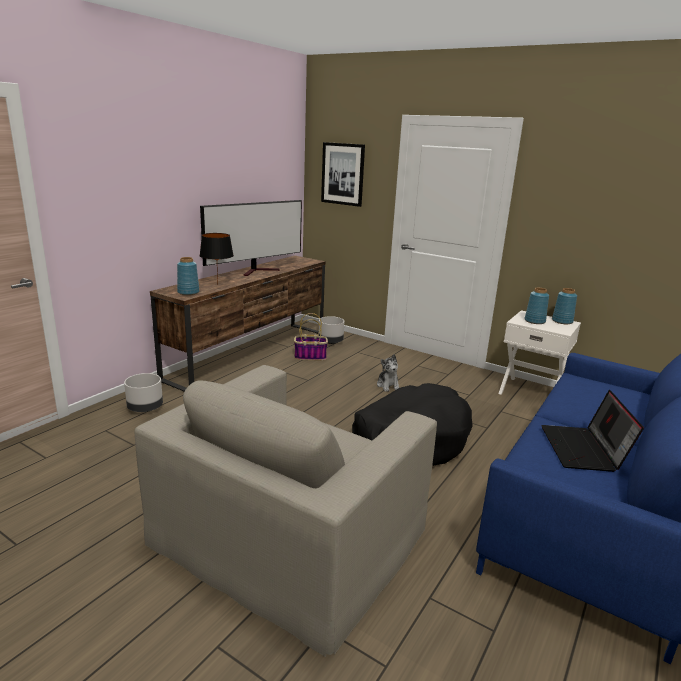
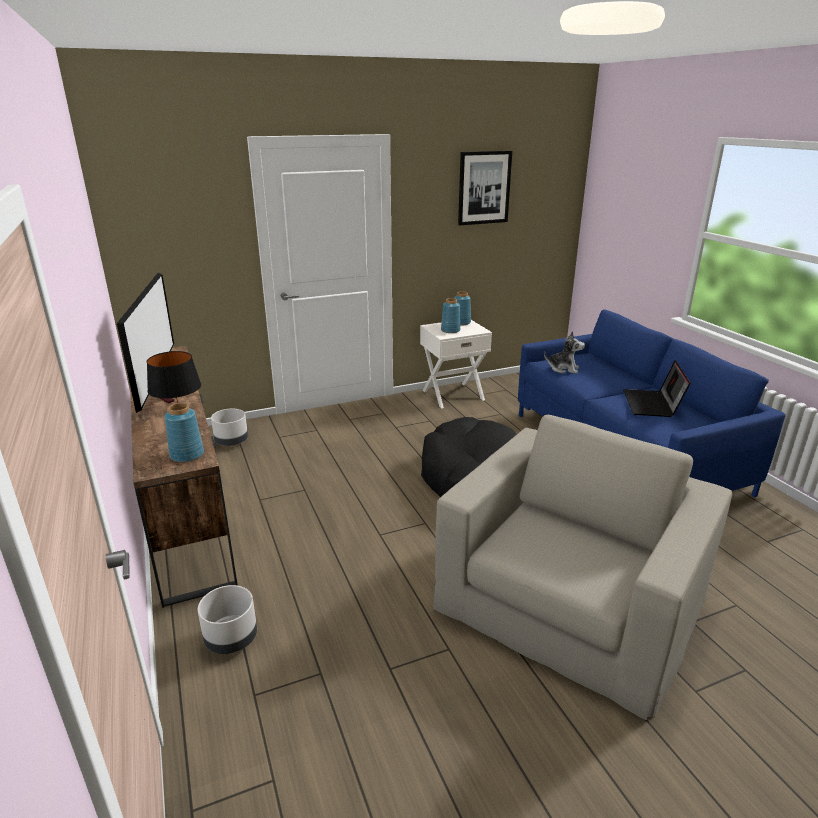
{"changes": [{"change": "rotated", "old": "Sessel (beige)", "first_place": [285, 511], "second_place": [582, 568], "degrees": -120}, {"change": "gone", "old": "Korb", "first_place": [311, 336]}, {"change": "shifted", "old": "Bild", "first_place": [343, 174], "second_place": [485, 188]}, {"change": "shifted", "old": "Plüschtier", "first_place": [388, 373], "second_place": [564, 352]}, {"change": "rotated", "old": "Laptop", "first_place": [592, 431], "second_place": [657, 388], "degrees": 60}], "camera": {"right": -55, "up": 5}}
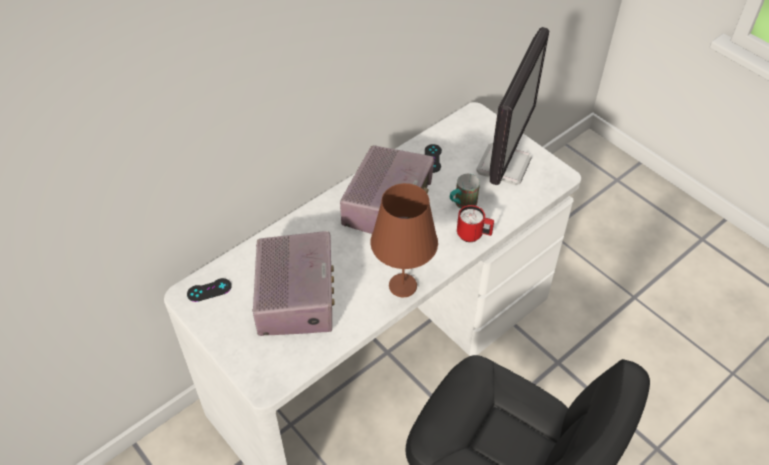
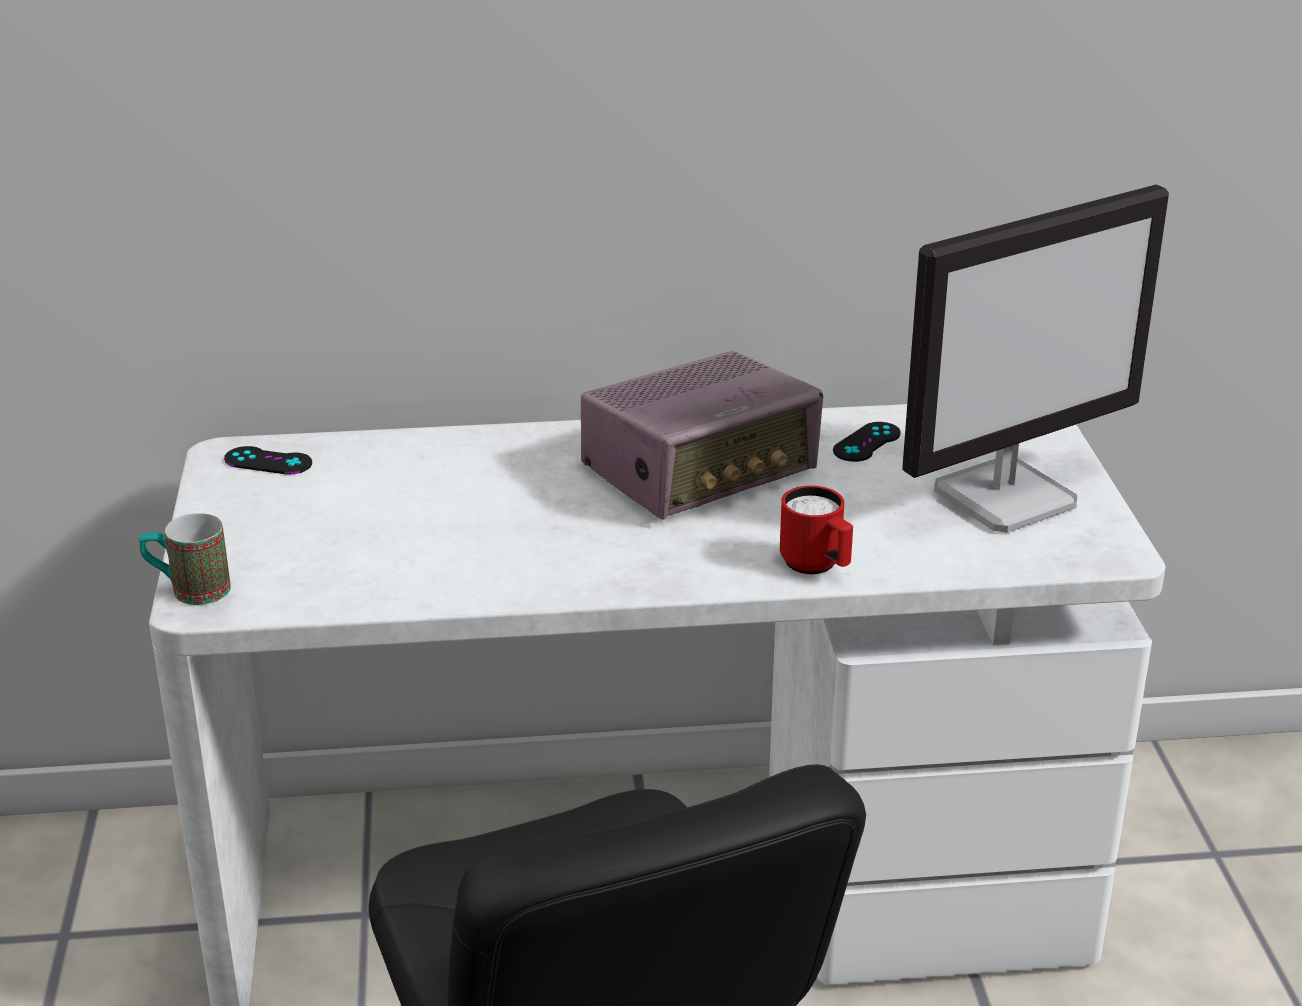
{"changes": [{"change": "gone", "old": "Radio", "first_place": [293, 283]}, {"change": "gone", "old": "Tischlampe (braun)", "first_place": [404, 240]}, {"change": "shifted", "old": "Henkelbecher", "first_place": [465, 191], "second_place": [185, 559]}], "camera": {"right": 35, "up": -20}}
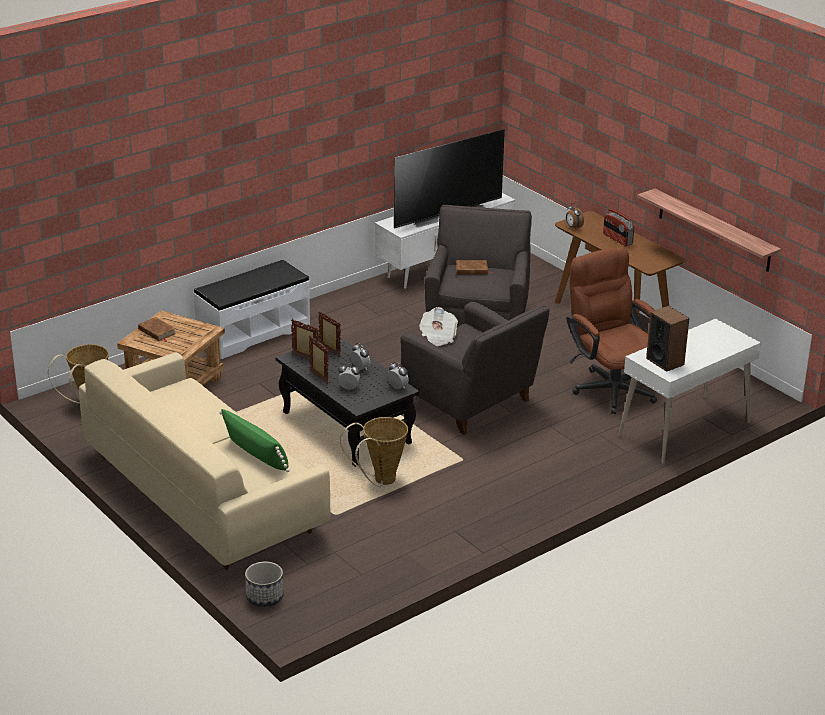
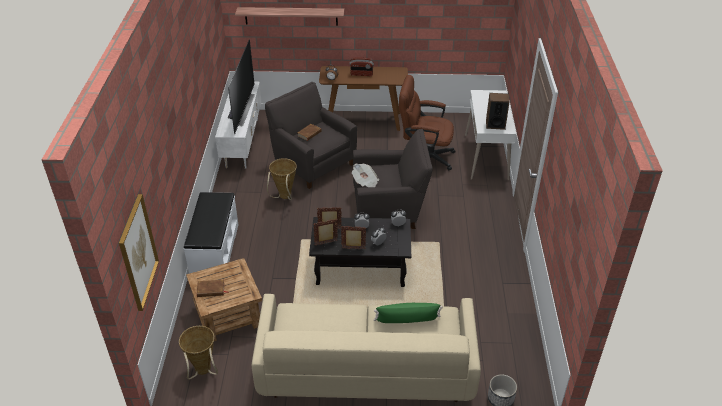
{"changes": [{"change": "shifted", "old": "Korb", "first_place": [374, 452], "second_place": [282, 179]}, {"change": "shifted", "old": "Wandregal", "first_place": [709, 230], "second_place": [289, 16]}, {"change": "new", "new": "Bild", "second_place": [139, 252]}], "camera": {"right": -50, "up": 10}}
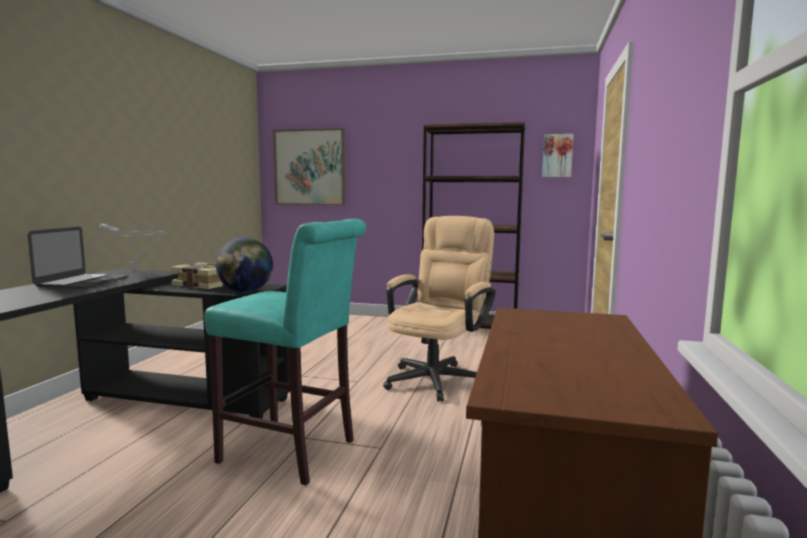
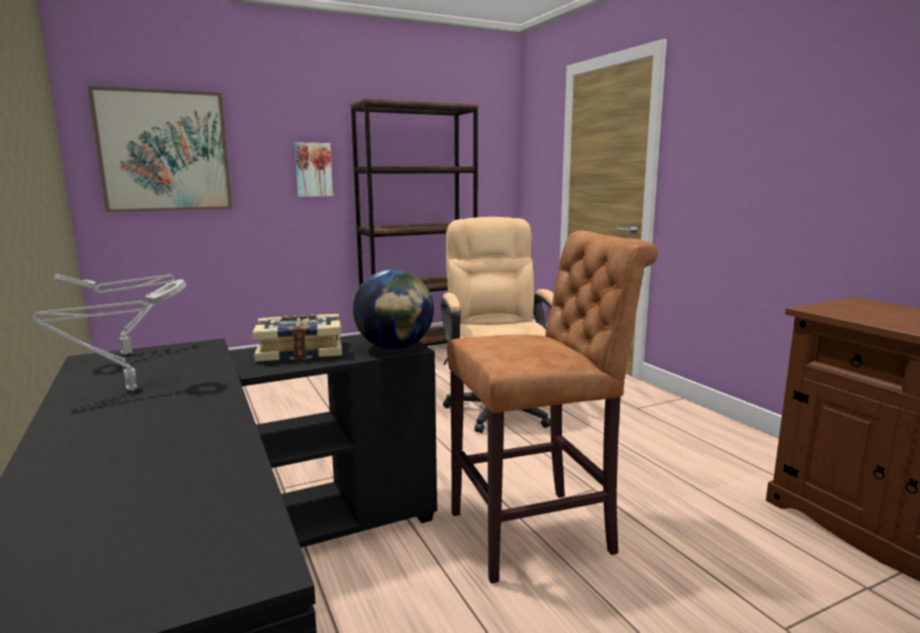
{"changes": [{"change": "swapped", "old": "Laptop", "new": "Tischlampe (grau)", "first_place": [78, 257], "second_place": [109, 335]}, {"change": "repainted", "old": "Hocker (türkis)", "new": "Hocker (braun)", "first_place": [285, 352], "second_place": [552, 407]}, {"change": "shifted", "old": "Bild", "first_place": [558, 155], "second_place": [313, 169]}], "camera": {"right": -40, "up": 5}}
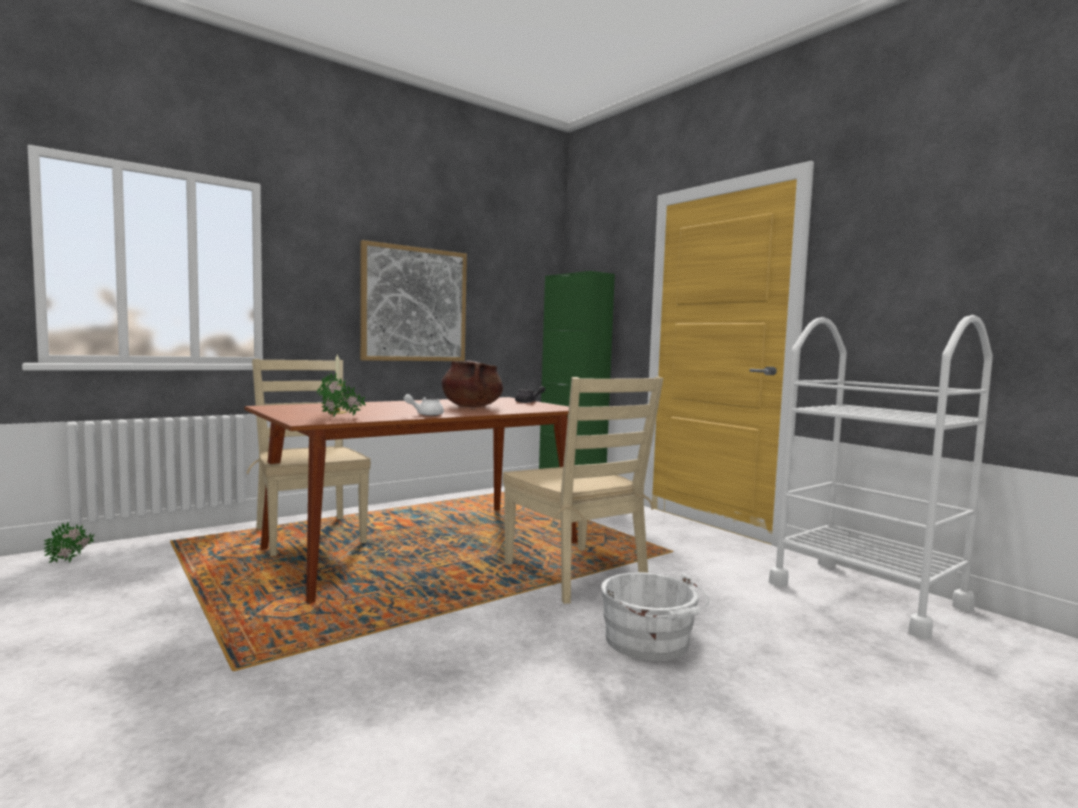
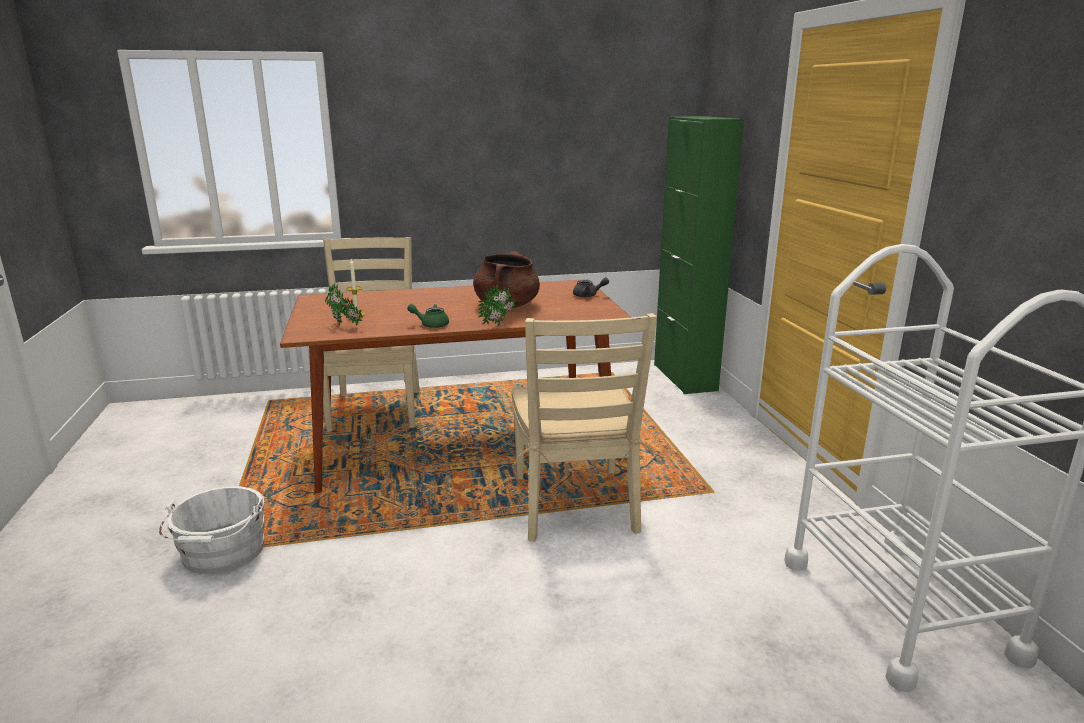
{"changes": [{"change": "shifted", "old": "Topfpflanze", "first_place": [69, 543], "second_place": [497, 305]}, {"change": "gone", "old": "Bild", "first_place": [413, 300]}, {"change": "repainted", "old": "Teekanne (weiß)", "new": "Teekanne (grün)", "first_place": [423, 405], "second_place": [428, 316]}, {"change": "shifted", "old": "Eimer (weiß)", "first_place": [655, 616], "second_place": [212, 530]}], "camera": {"right": 25, "up": 15}}
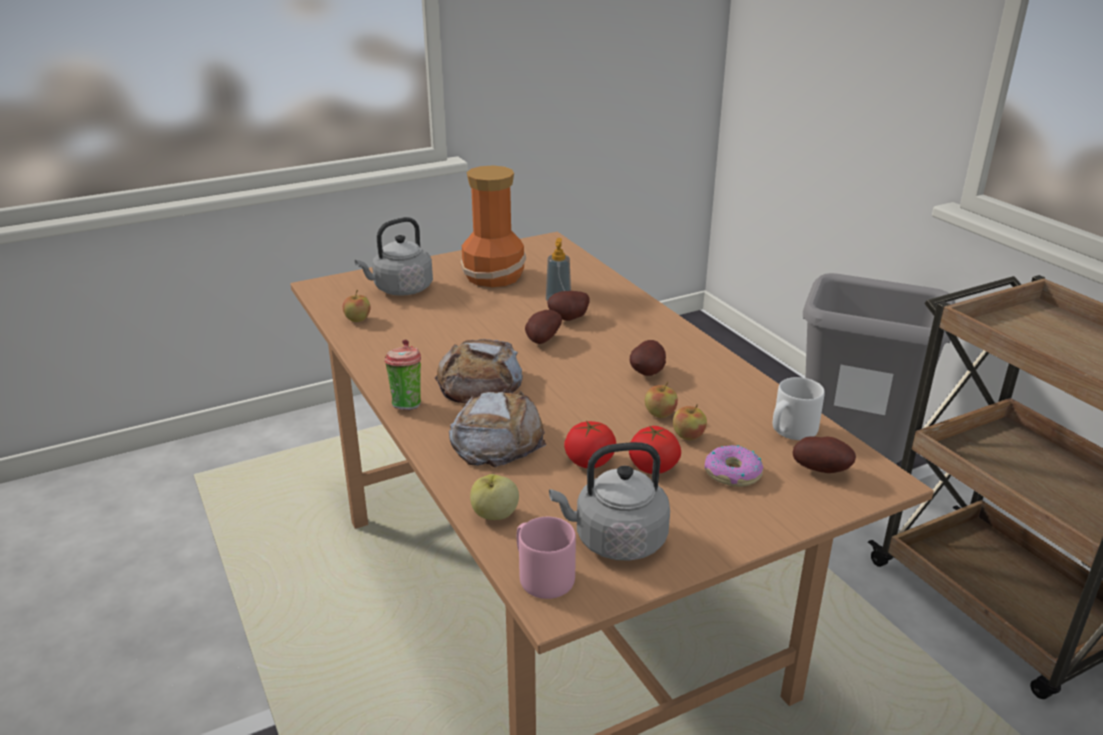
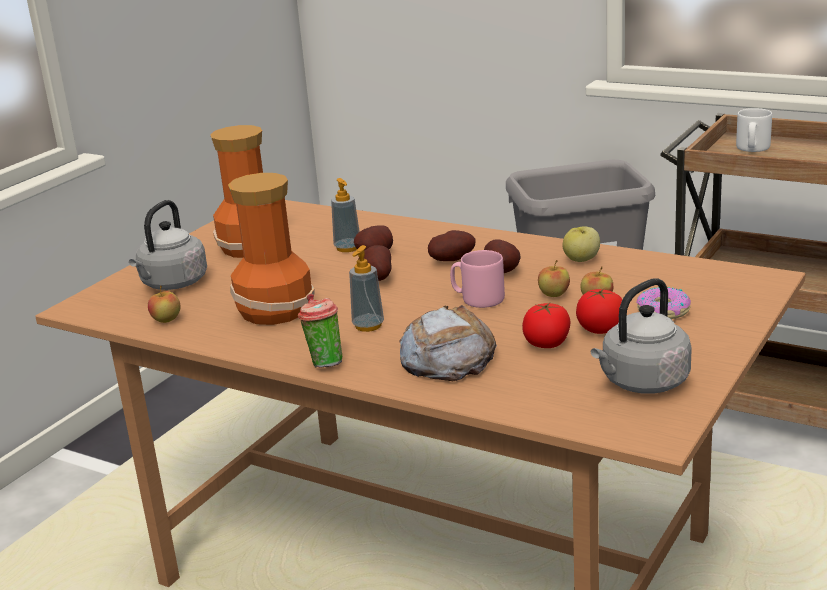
{"changes": [{"change": "swapped", "old": "Brot", "new": "Seifenspender", "first_place": [478, 371], "second_place": [366, 288]}, {"change": "shifted", "old": "Apfel", "first_place": [494, 497], "second_place": [581, 244]}, {"change": "shifted", "old": "Henkelbecher (rosa)", "first_place": [546, 558], "second_place": [477, 279]}, {"change": "shifted", "old": "Henkelbecher (weiß)", "first_place": [799, 408], "second_place": [754, 130]}, {"change": "shifted", "old": "Kartoffel", "first_place": [824, 454], "second_place": [452, 245]}, {"change": "new", "new": "Vase", "second_place": [271, 249]}], "camera": {"right": -30, "up": -5}}
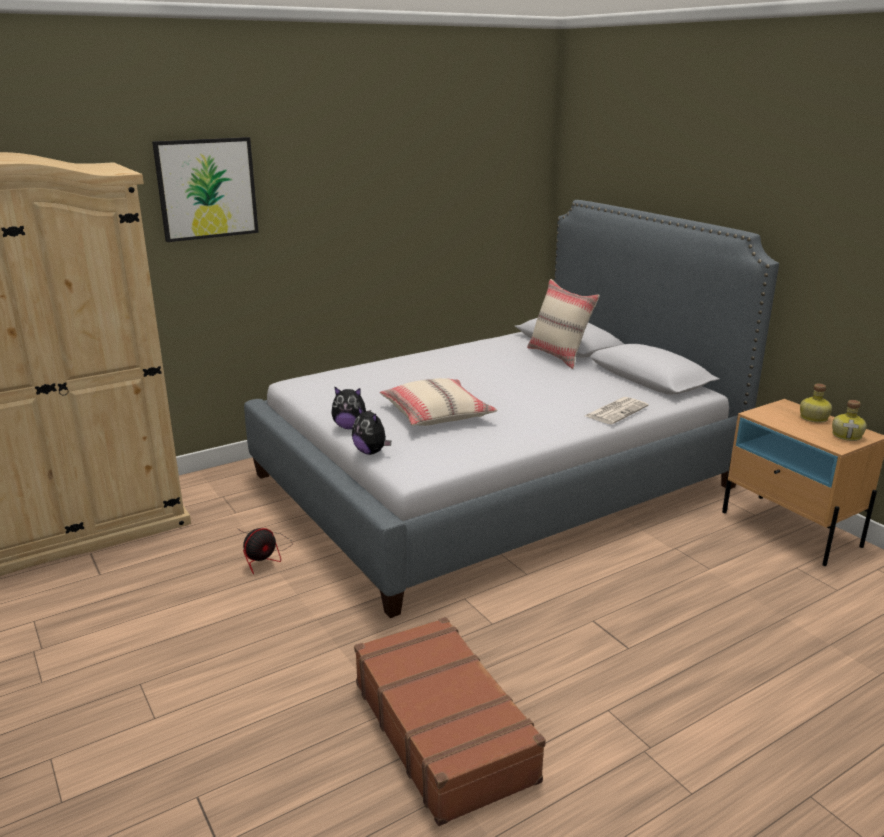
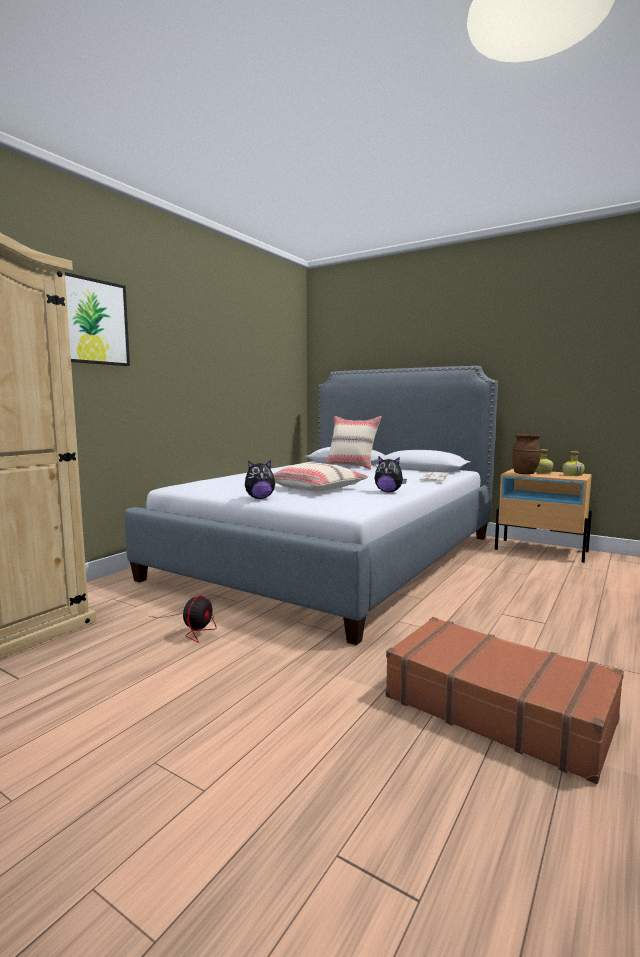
{"changes": [{"change": "shifted", "old": "Plüschtier", "first_place": [371, 430], "second_place": [391, 474]}, {"change": "new", "new": "Vase (braun)", "second_place": [526, 454]}], "camera": {"right": -25, "up": -15}}
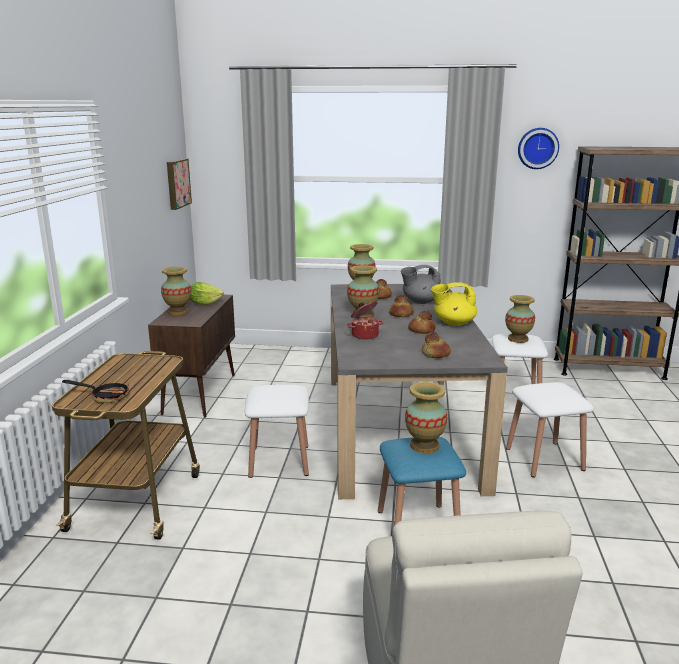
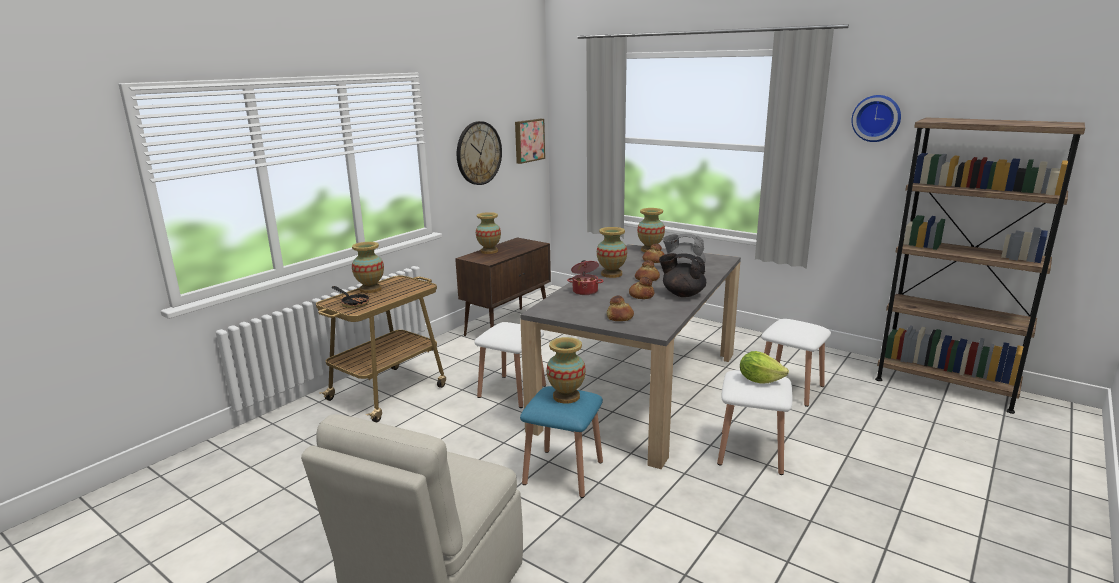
{"changes": [{"change": "shifted", "old": "Salatkopf", "first_place": [207, 293], "second_place": [764, 367]}, {"change": "repainted", "old": "Teekanne (gelb)", "new": "Teekanne (schwarz)", "first_place": [454, 304], "second_place": [682, 275]}, {"change": "shifted", "old": "Vase", "first_place": [520, 319], "second_place": [368, 267]}, {"change": "new", "new": "Wanduhr", "second_place": [479, 153]}], "camera": {"right": 30, "up": 0}}
